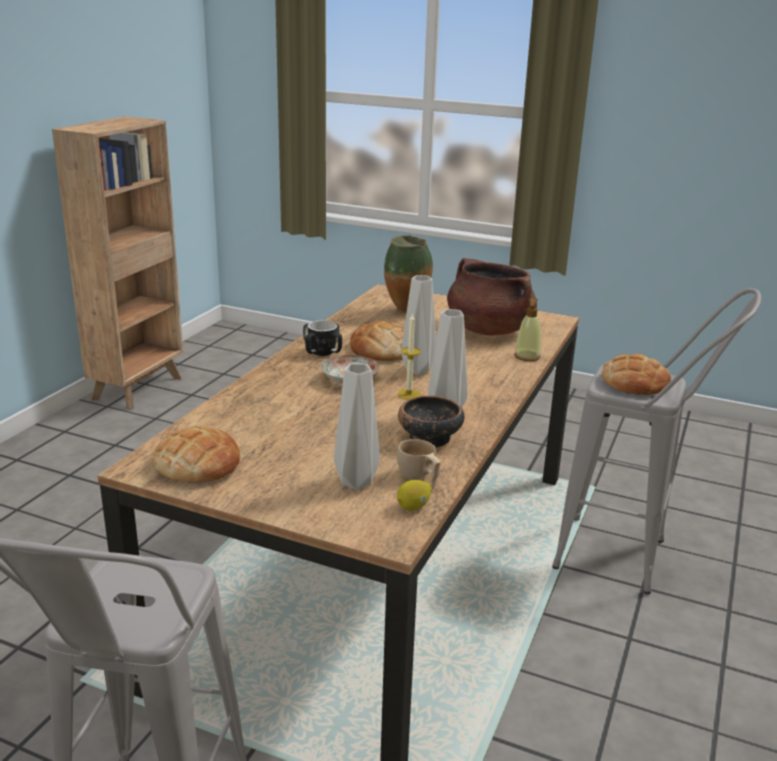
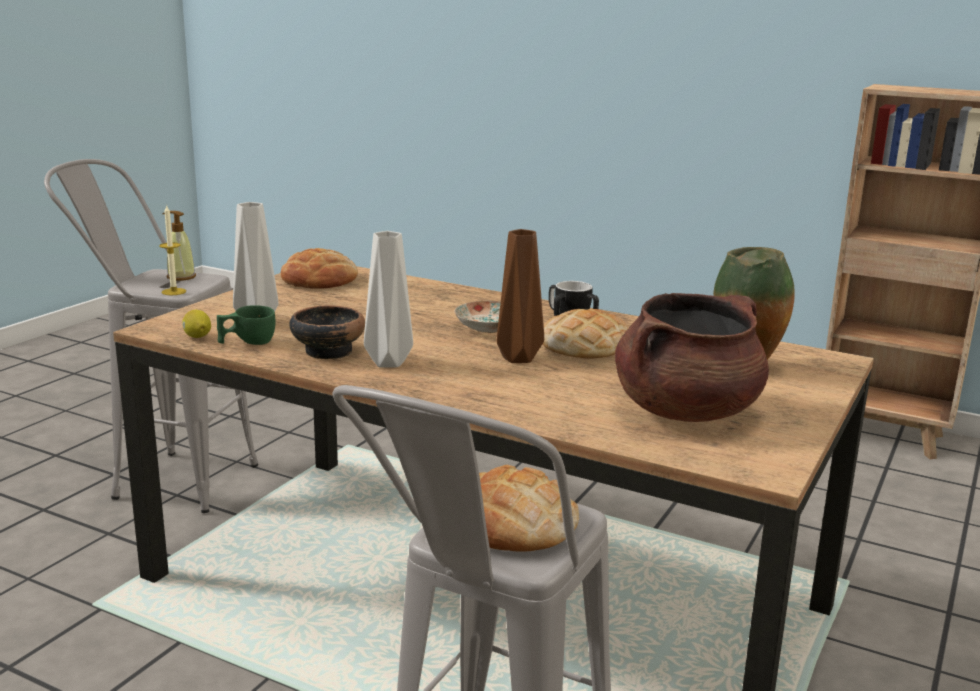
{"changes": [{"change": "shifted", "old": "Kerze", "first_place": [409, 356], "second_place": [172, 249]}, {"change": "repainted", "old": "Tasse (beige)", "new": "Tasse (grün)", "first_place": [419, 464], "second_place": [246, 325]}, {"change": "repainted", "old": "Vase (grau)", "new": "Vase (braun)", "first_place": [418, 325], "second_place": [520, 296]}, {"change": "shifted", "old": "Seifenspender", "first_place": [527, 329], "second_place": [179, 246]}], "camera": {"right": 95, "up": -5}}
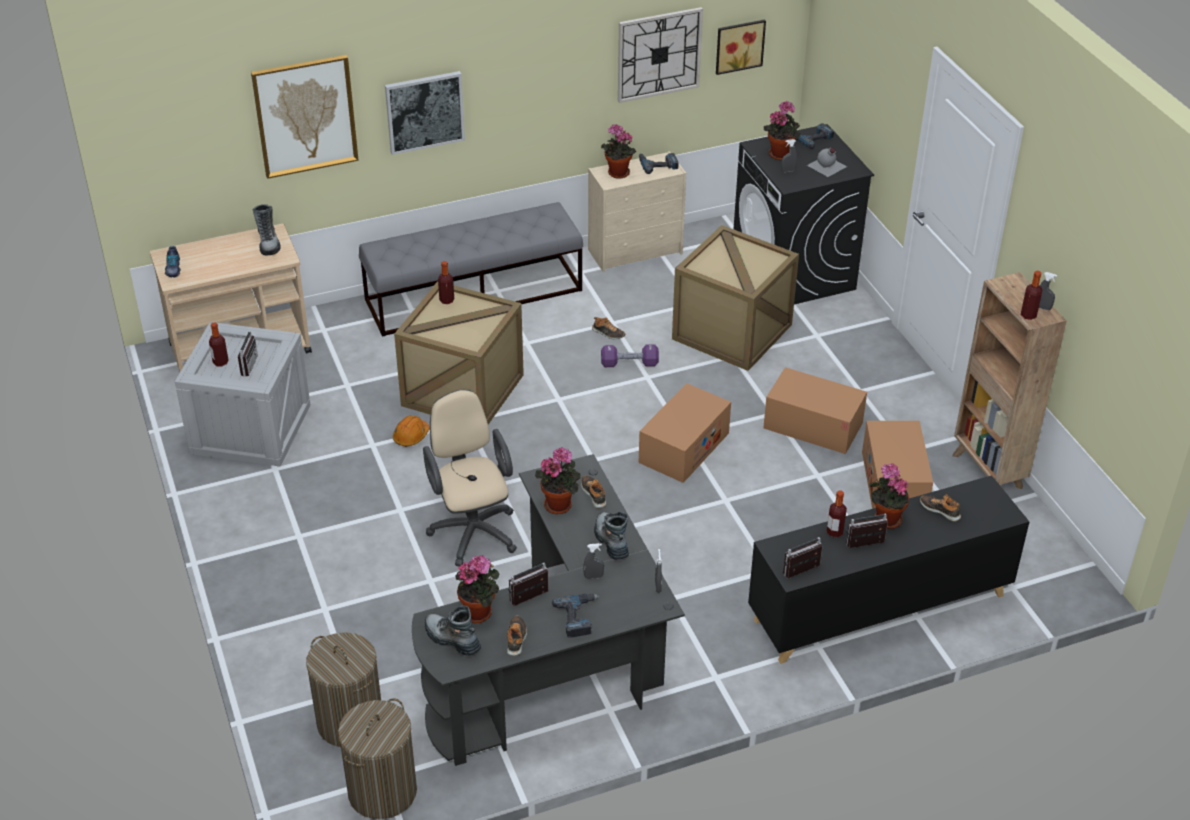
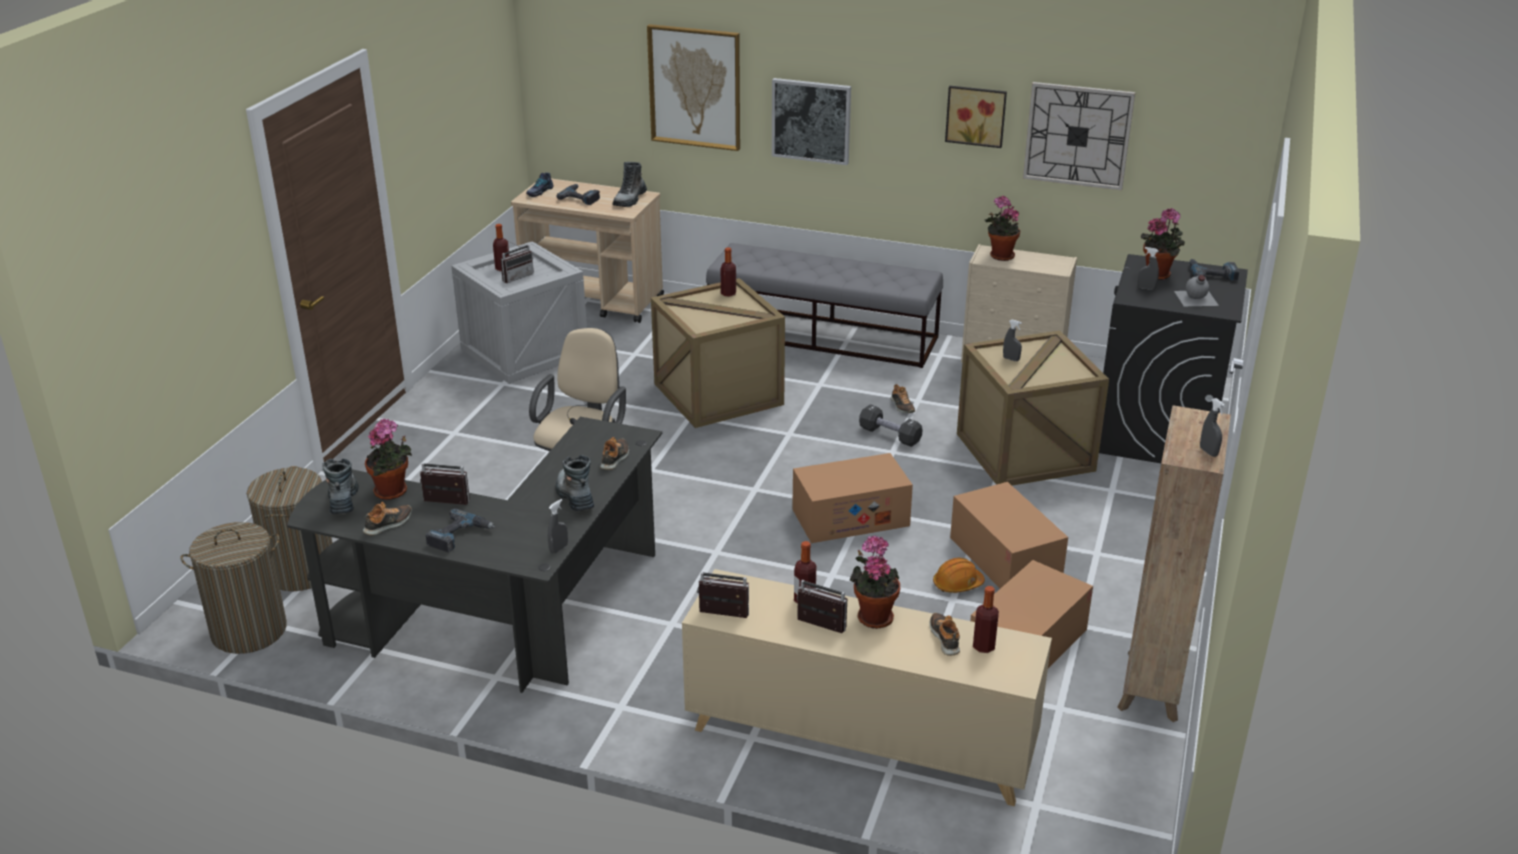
{"changes": [{"change": "shifted", "old": "Schutzhelm (orange)", "first_place": [411, 431], "second_place": [959, 575]}, {"change": "gone", "old": "Topfpflanze", "first_place": [558, 480]}, {"change": "shifted", "old": "Sprühflasche (grau)", "first_place": [593, 561], "second_place": [1012, 340]}, {"change": "rotated", "old": "Stiefel", "first_place": [611, 536], "second_place": [575, 483], "degrees": -45}, {"change": "repainted", "old": "Hantel (lila)", "new": "Hantel (schwarz)", "first_place": [630, 355], "second_place": [891, 425]}, {"change": "shifted", "old": "Bohrmaschine", "first_place": [659, 163], "second_place": [578, 194]}, {"change": "shifted", "old": "Bild", "first_place": [741, 47], "second_place": [976, 117]}, {"change": "repainted", "old": "Schrank (schwarz)", "new": "Schrank (beige)", "first_place": [888, 569], "second_place": [867, 687]}, {"change": "shifted", "old": "Flasche", "first_place": [1031, 295], "second_place": [986, 619]}], "camera": {"right": 40, "up": -10}}
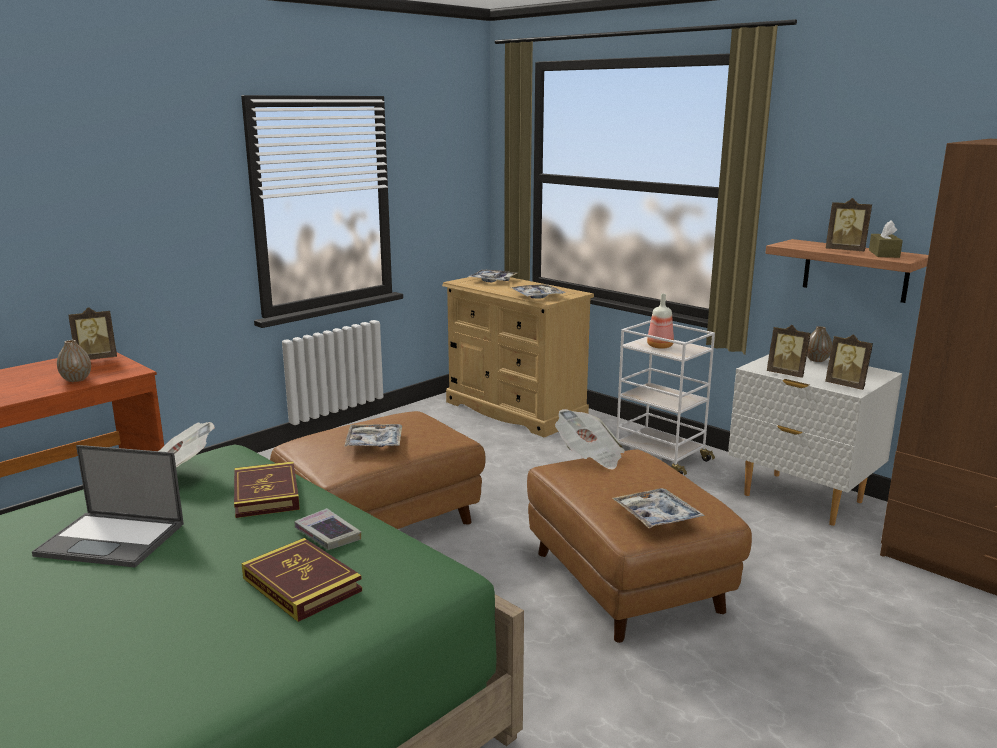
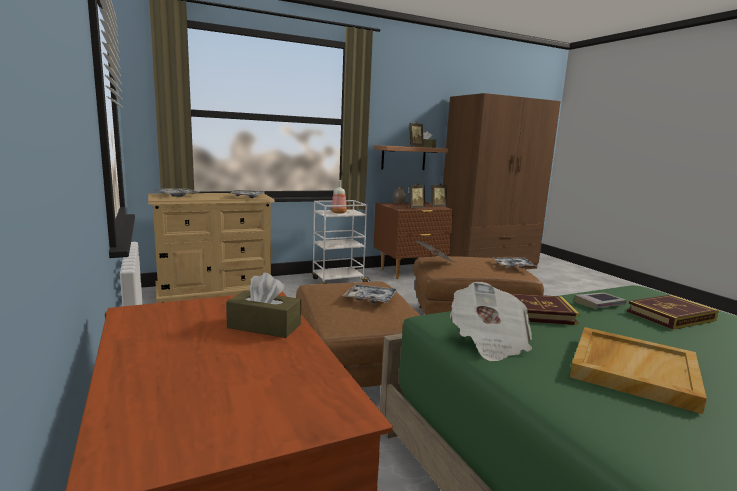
{"changes": [{"change": "swapped", "old": "Laptop", "new": "Tablett (beige)", "first_place": [108, 506], "second_place": [638, 370]}, {"change": "swapped", "old": "Vase", "new": "Taschentuchbox (braun)", "first_place": [74, 361], "second_place": [263, 305]}, {"change": "gone", "old": "Bilderrahmen", "first_place": [92, 333]}, {"change": "repainted", "old": "Nachttisch (weiß)", "new": "Nachttisch (braun)", "first_place": [815, 440], "second_place": [413, 240]}], "camera": {"right": -70, "up": -5}}
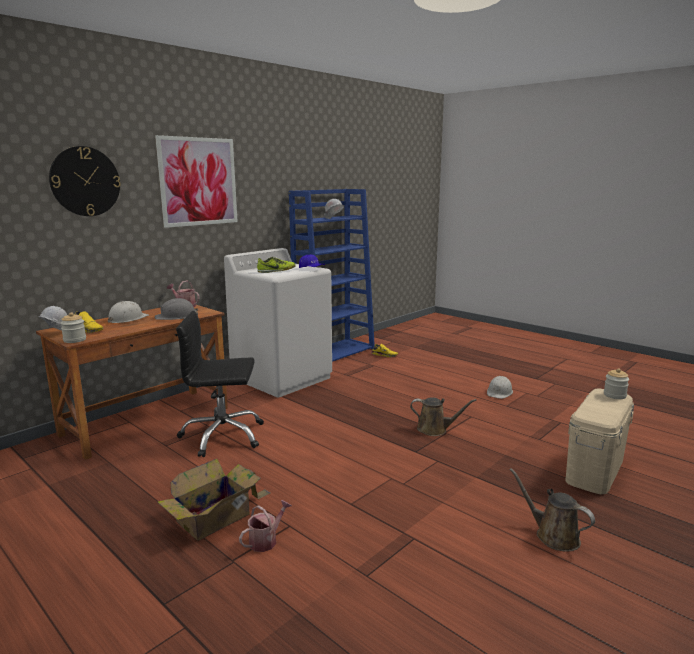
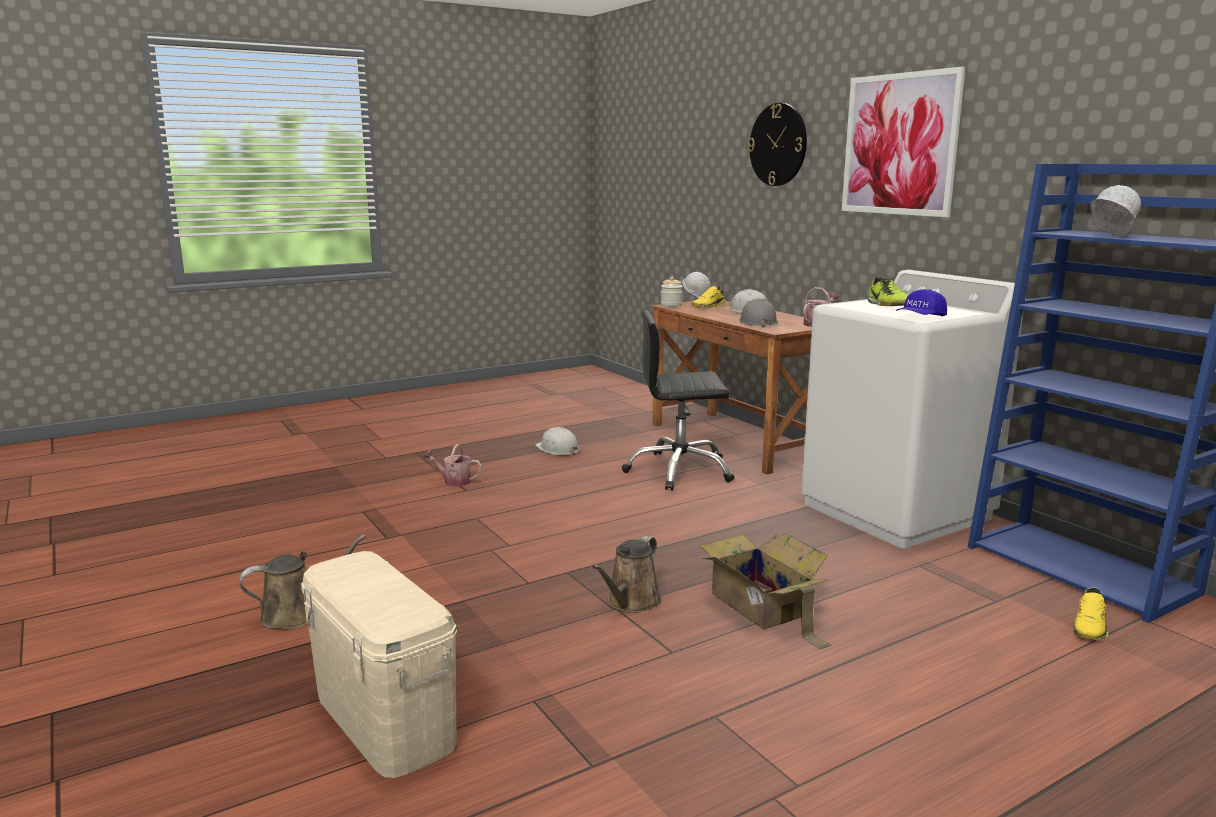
{"changes": [{"change": "shifted", "old": "Karton", "first_place": [214, 500], "second_place": [765, 591]}, {"change": "rotated", "old": "Bürostuhl (schwarz)", "first_place": [220, 384], "second_place": [678, 400], "degrees": -105}, {"change": "rotated", "old": "Gießkanne", "first_place": [265, 526], "second_place": [452, 465], "degrees": 135}, {"change": "shifted", "old": "Schutzhelm (weiß)", "first_place": [500, 387], "second_place": [557, 441]}, {"change": "gone", "old": "Vorratsglas", "first_place": [616, 383]}], "camera": {"right": 105, "up": 0}}
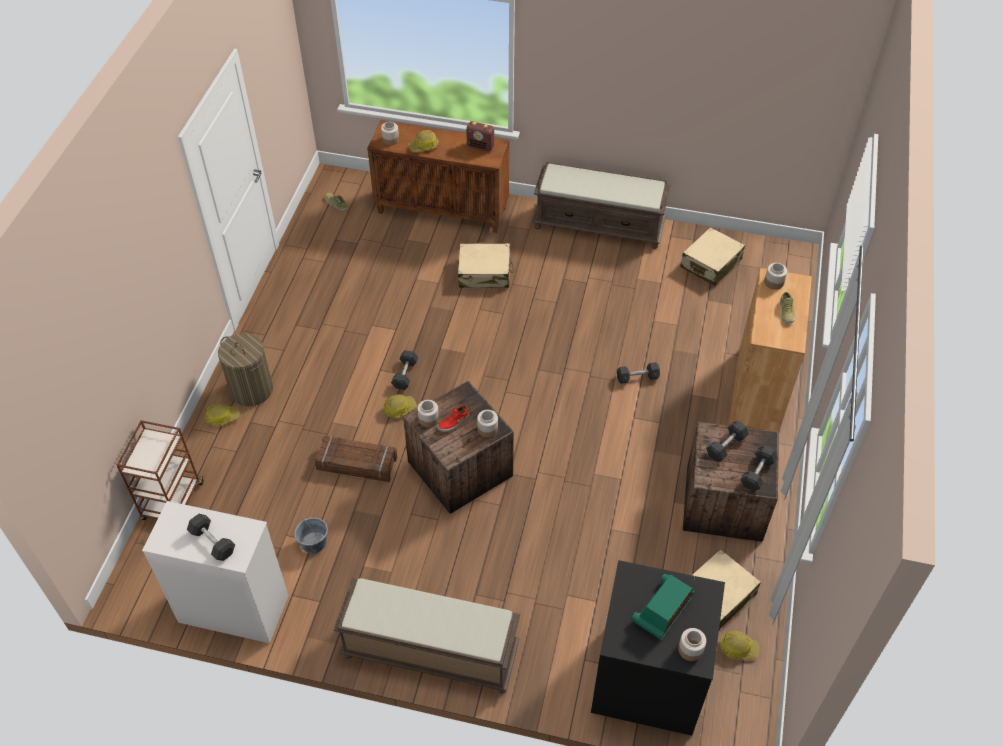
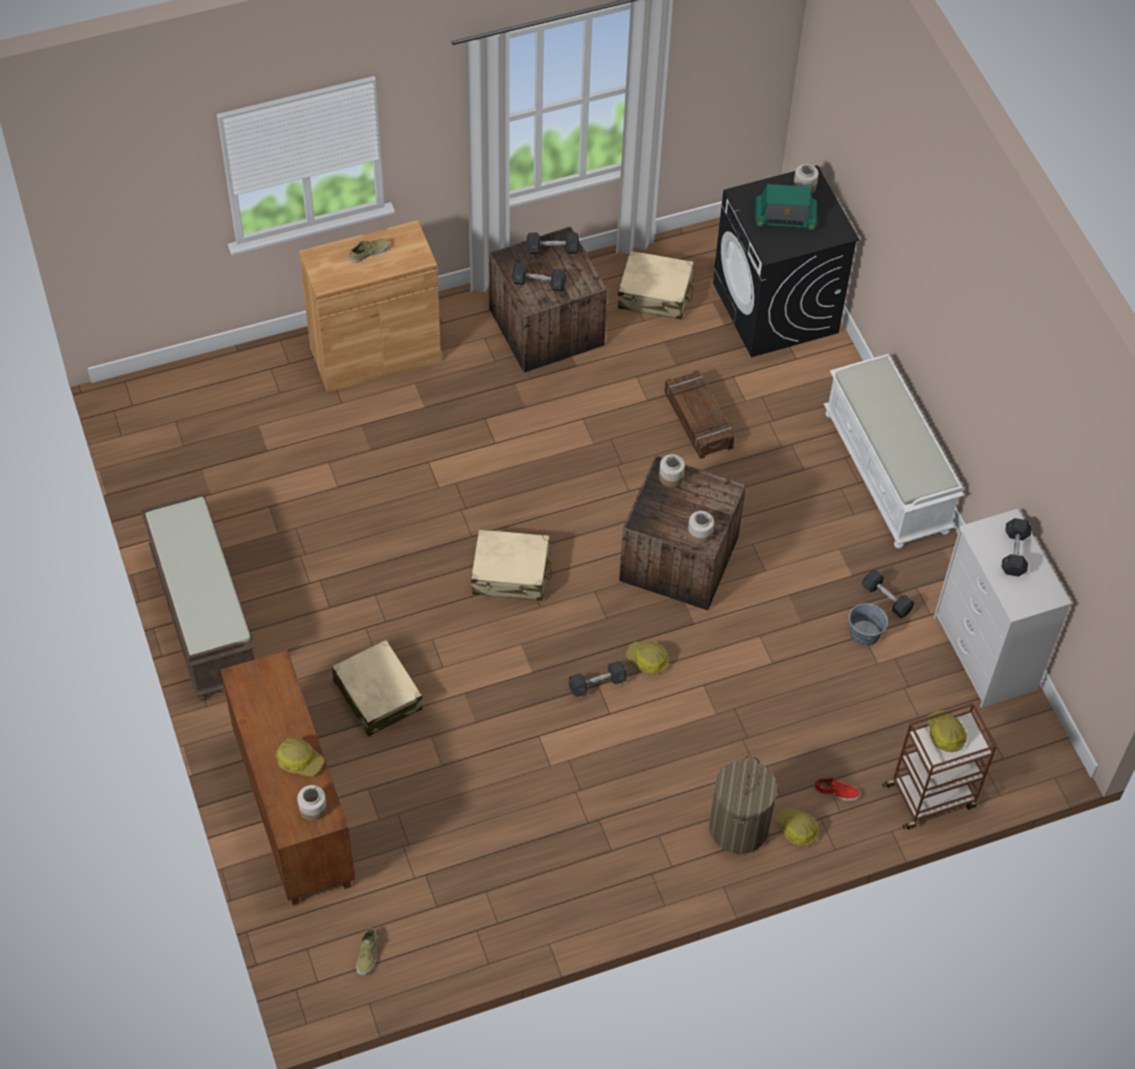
{"changes": [{"change": "shifted", "old": "Kiste", "first_place": [356, 459], "second_place": [699, 414]}, {"change": "repainted", "old": "Bank (braun)", "new": "Bank (weiß)", "first_place": [427, 636], "second_place": [894, 451]}, {"change": "shifted", "old": "Schuh (rot)", "first_place": [453, 418], "second_place": [837, 789]}, {"change": "gone", "old": "Radio", "first_place": [480, 136]}, {"change": "shifted", "old": "Hantel (grau)", "first_place": [638, 373], "second_place": [888, 594]}, {"change": "shifted", "old": "Koffer (beige)", "first_place": [712, 256], "second_place": [511, 565]}, {"change": "shifted", "old": "Schutzhelm", "first_place": [739, 645], "second_place": [947, 731]}, {"change": "gone", "old": "Vorratsglas", "first_place": [775, 276]}], "camera": {"right": -125, "up": 5}}
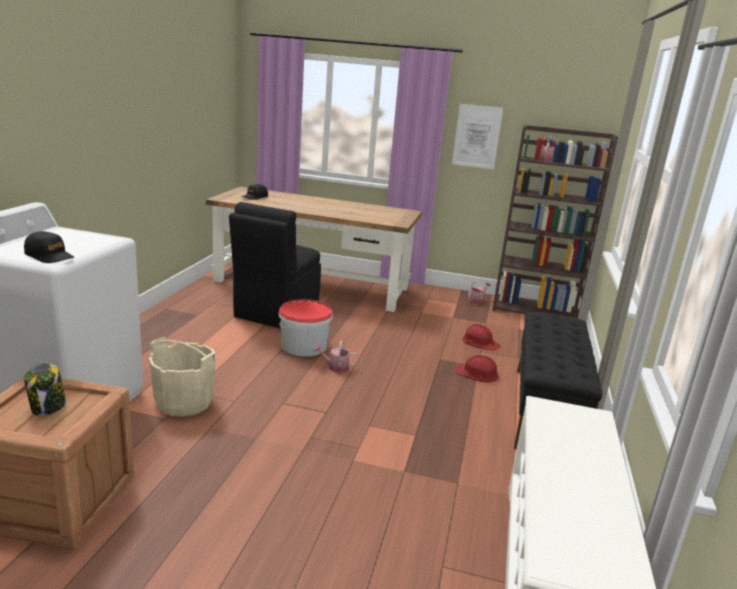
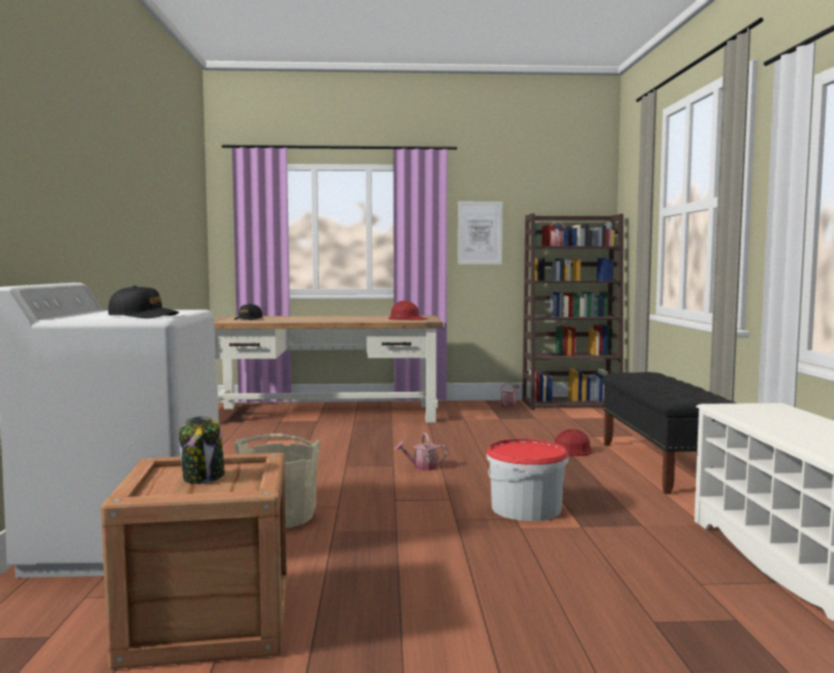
{"changes": [{"change": "gone", "old": "Stuhl (schwarz)", "first_place": [275, 265]}, {"change": "shifted", "old": "Eimer", "first_place": [306, 328], "second_place": [528, 480]}, {"change": "shifted", "old": "Schutzhelm (rot)", "first_place": [481, 337], "second_place": [408, 310]}], "camera": {"right": -15, "up": -15}}
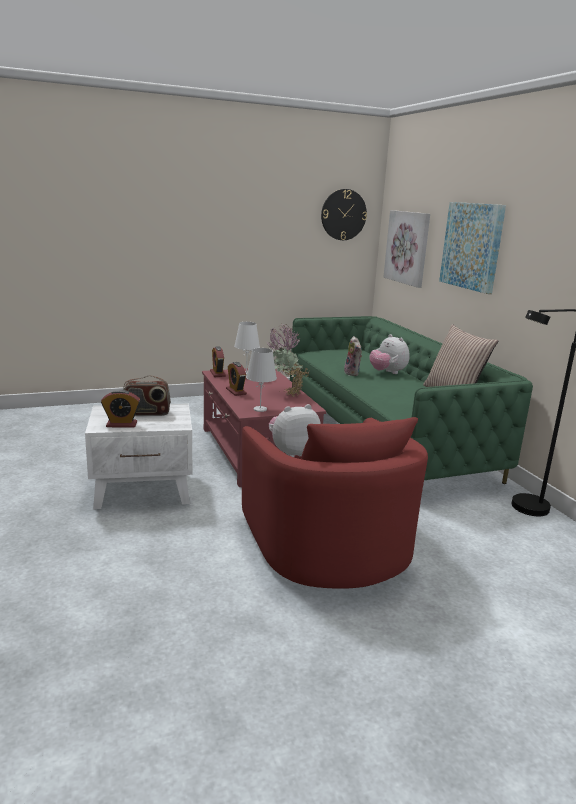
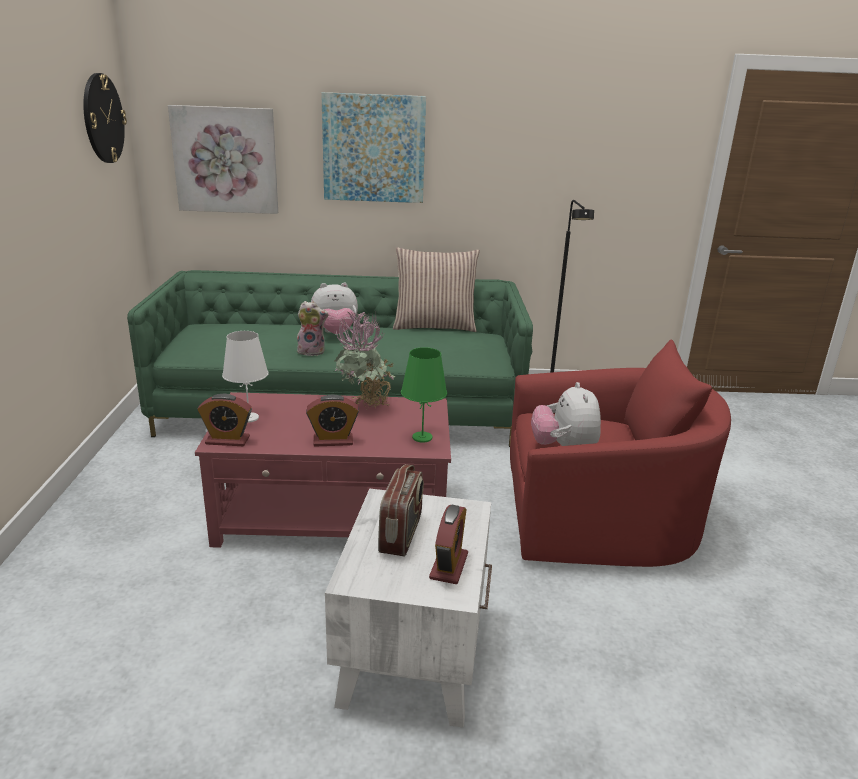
{"changes": [{"change": "repainted", "old": "Tischlampe (weiß)", "new": "Tischlampe (grün)", "first_place": [261, 380], "second_place": [424, 394]}], "camera": {"right": -70, "up": 5}}
